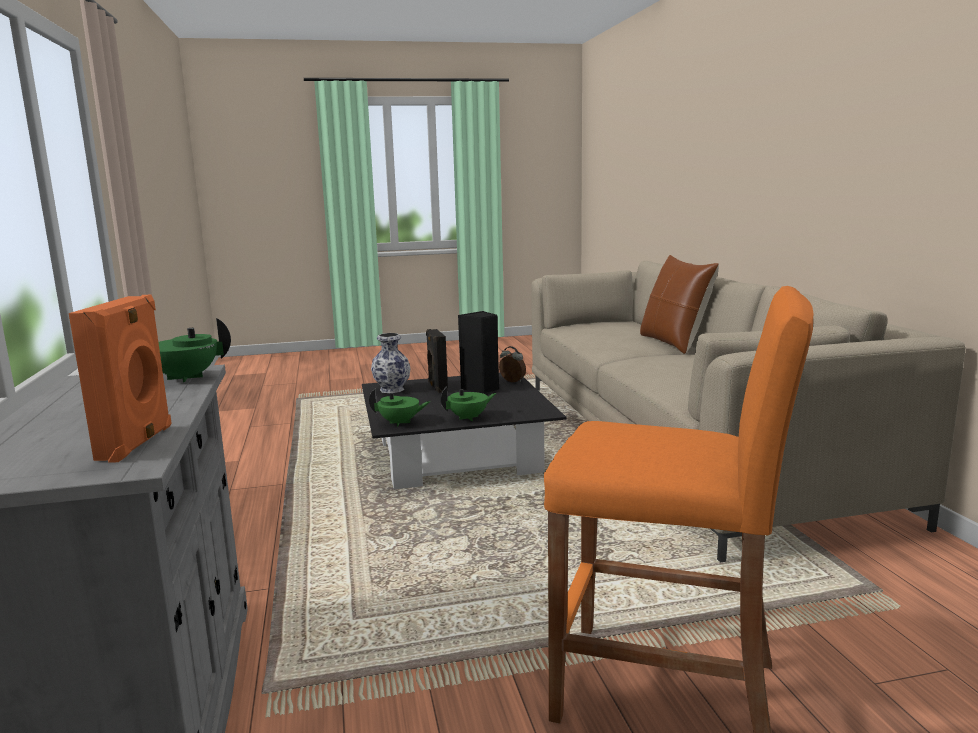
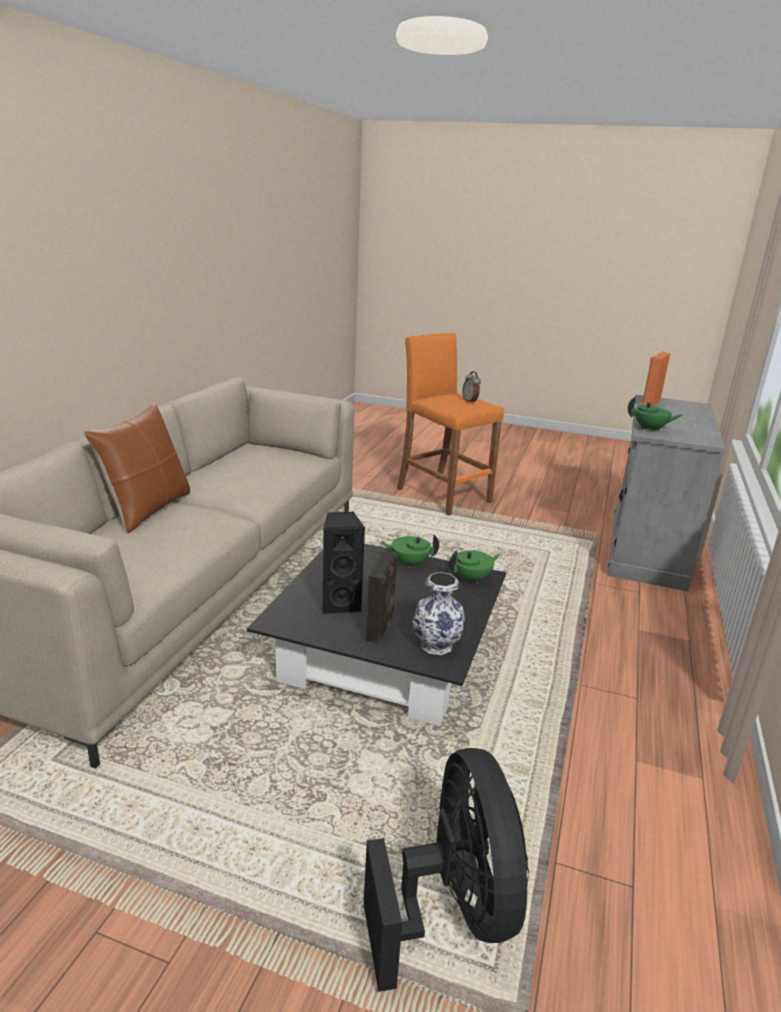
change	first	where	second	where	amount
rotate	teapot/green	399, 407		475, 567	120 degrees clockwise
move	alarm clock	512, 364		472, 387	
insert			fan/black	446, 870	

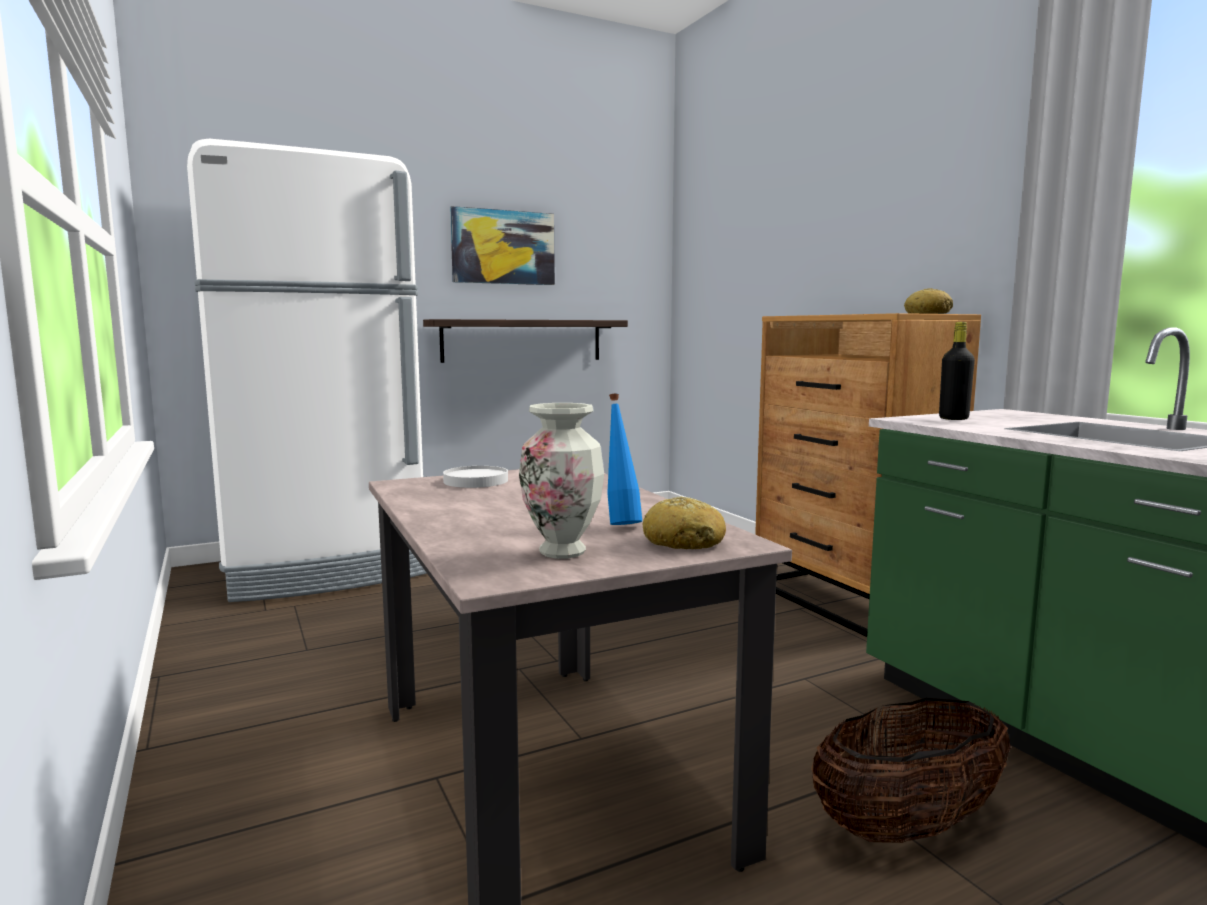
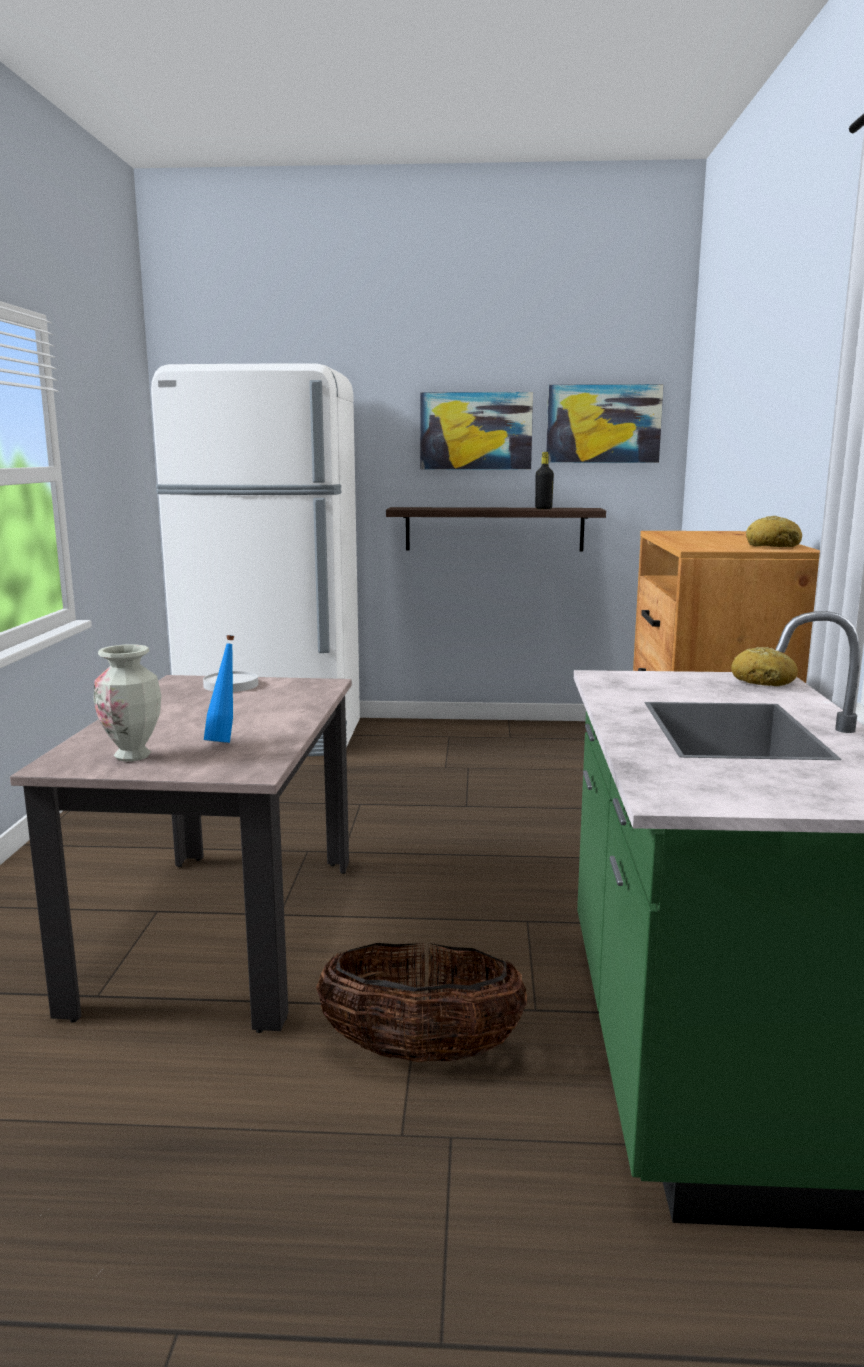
change	first	where	second	where	amount
move	bread	684, 522		764, 666	
move	bottle/black	957, 371		544, 480	
insert			picture	605, 423	

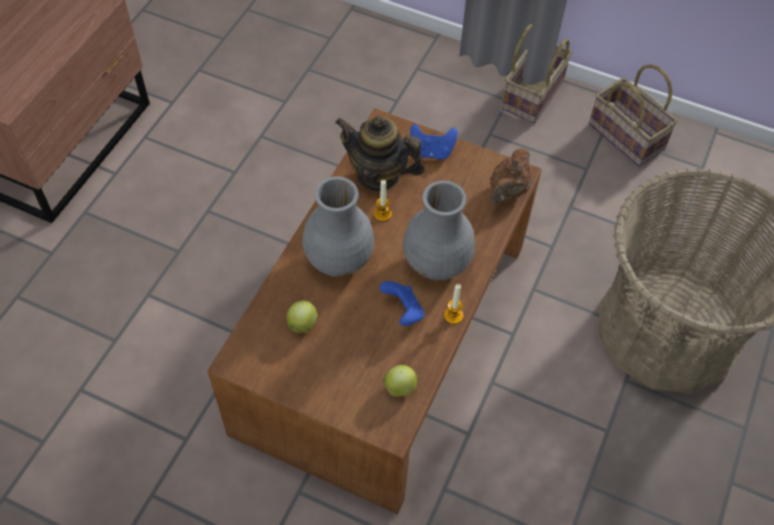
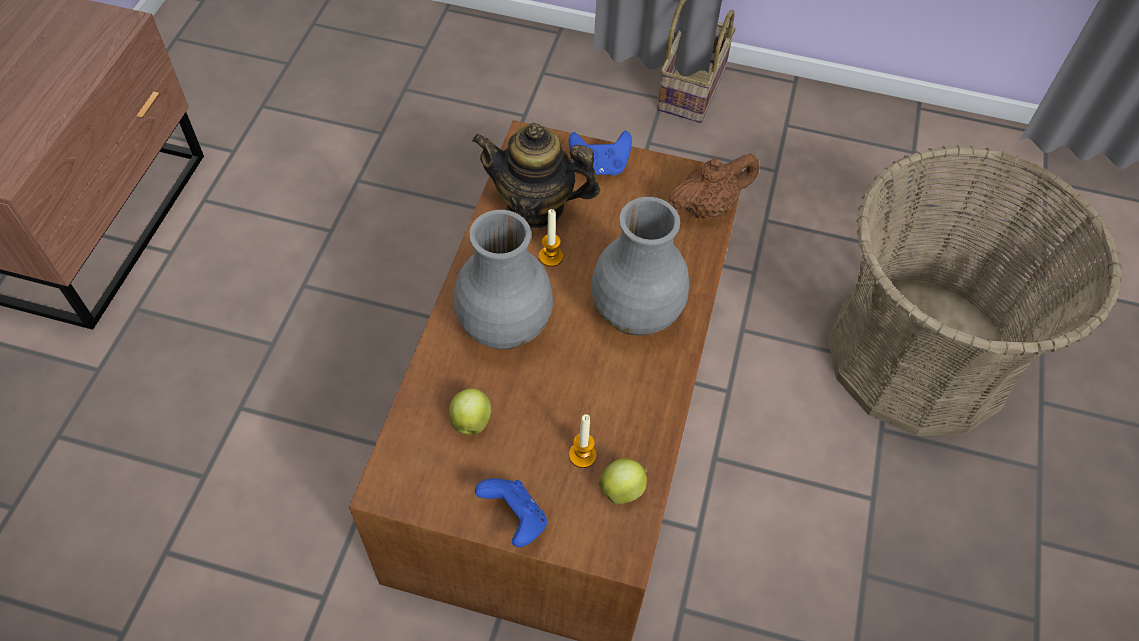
change	first	where	second	where	amount
move	game controller/blue	401, 303		511, 512	
move	candle	453, 304		583, 441	
rotate	teapot/brown	510, 176		714, 186	135 degrees counterclockwise
delete	basket	633, 115			

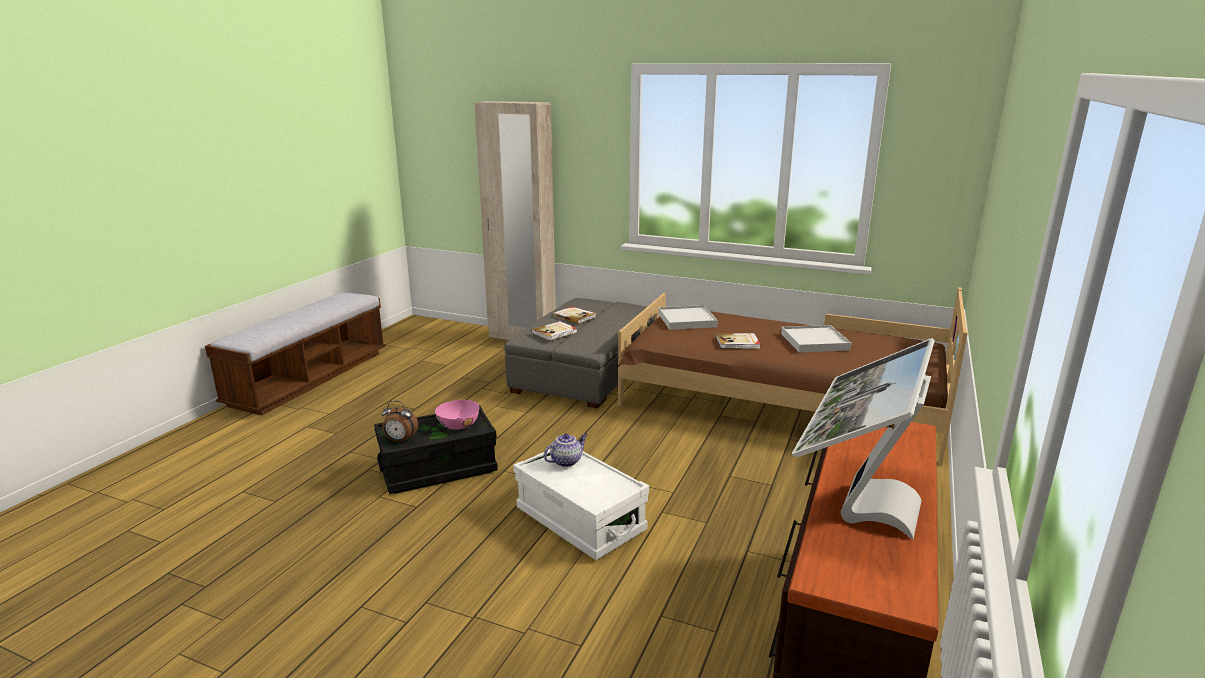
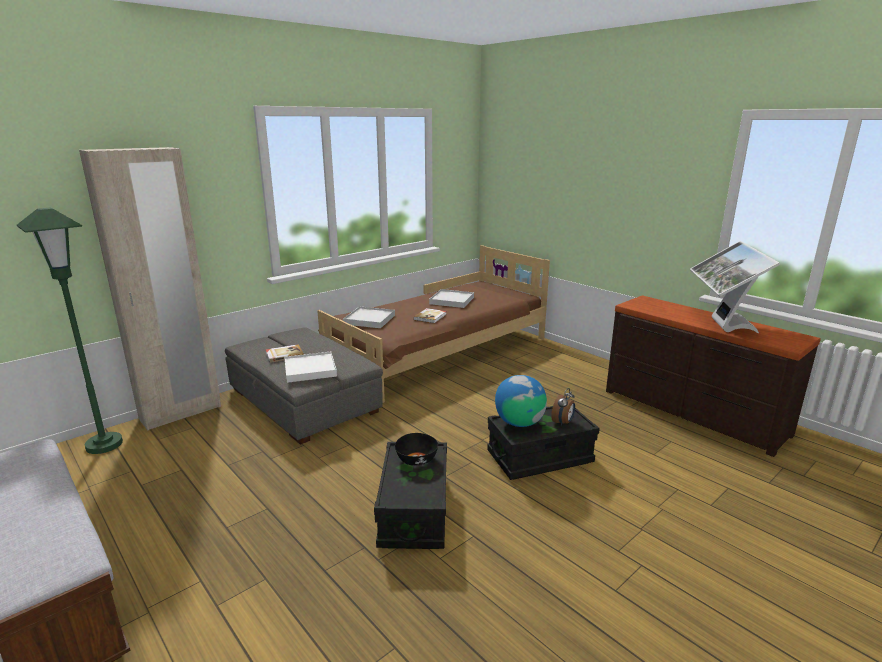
change	first	where	second	where	amount
move	alarm clock	400, 421		563, 407	
recolor	bowl/pink	457, 415	bowl/black	416, 449	
recolor	storage box/white	581, 504	storage box/black	543, 443	
replace	book	554, 331	tray/white	310, 367	
replace	teapot	566, 450	globe	521, 401	
rotate	monitor	863, 438		735, 287	45 degrees clockwise
insert			floor lamp/green	70, 330	

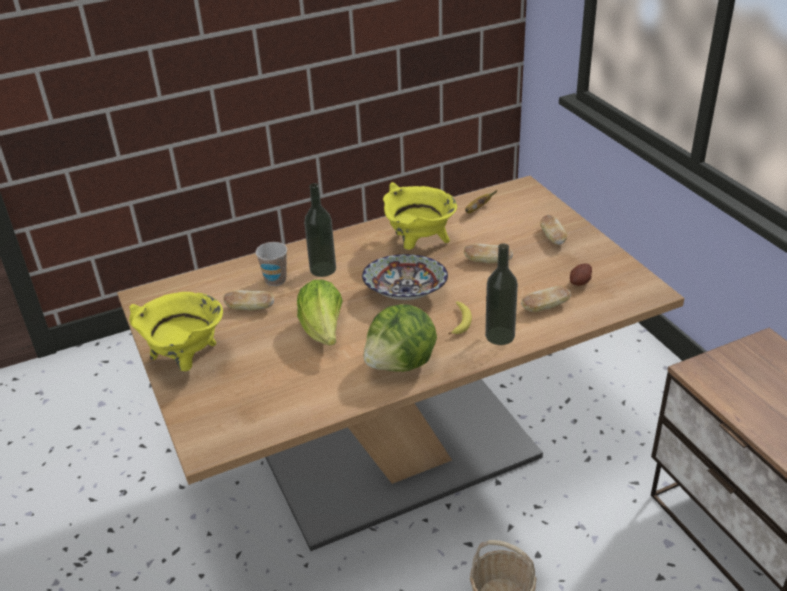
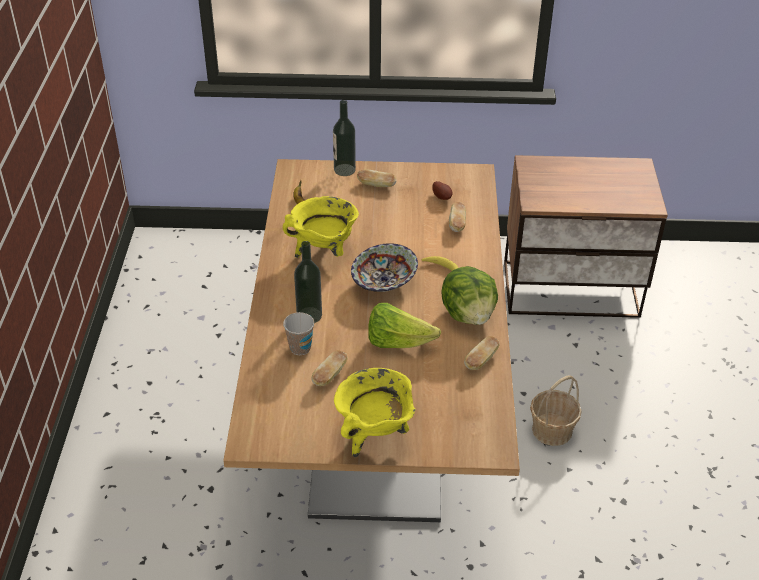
change	first	where	second	where	amount
move	bread	488, 254		482, 353	
move	bottle	501, 294		344, 138	

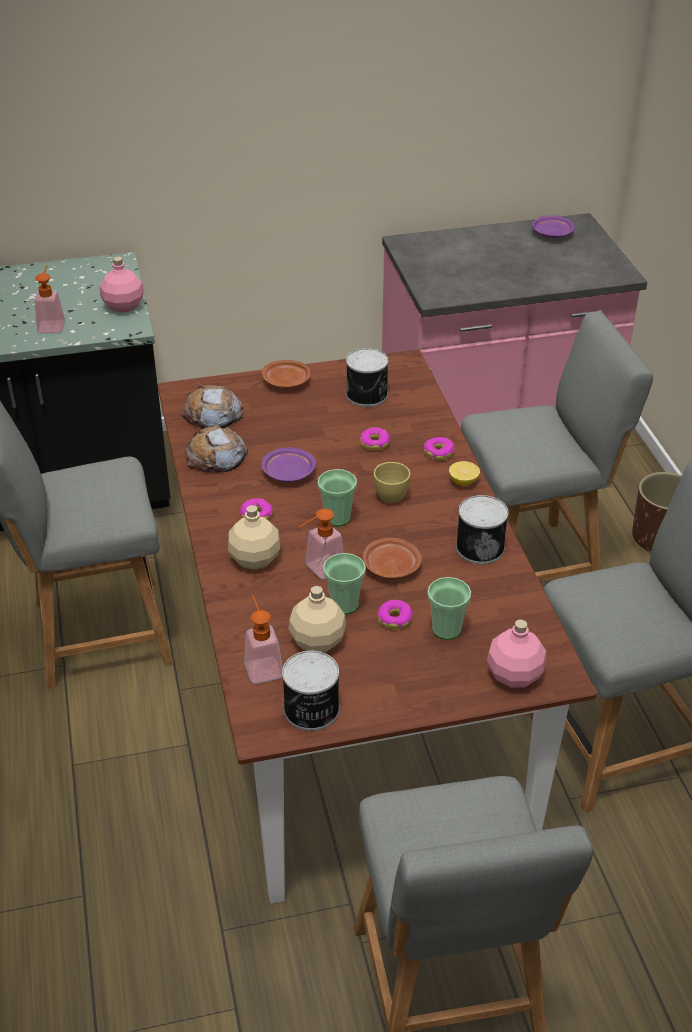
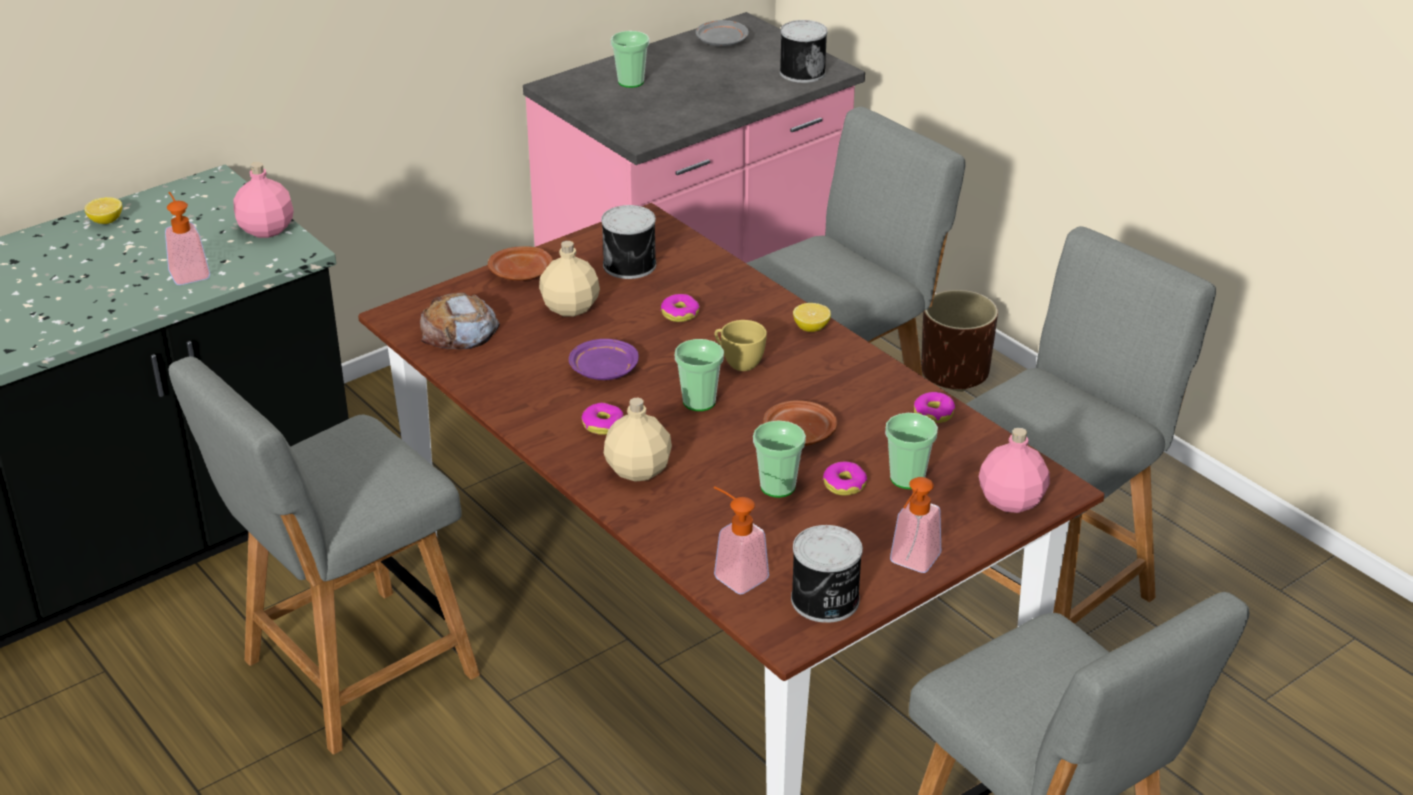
change	first	where	second	where	amount
delete	bread	216, 449			
move	bottle/beige	317, 619		569, 279	
move	soap dispenser	321, 544		915, 525	
move	donut	439, 448		934, 407	
move	can	482, 529		804, 51	
recolor	plate/purple	553, 226	plate/grey	722, 33	
insert			lemon	103, 210	
insert			cup	630, 59	

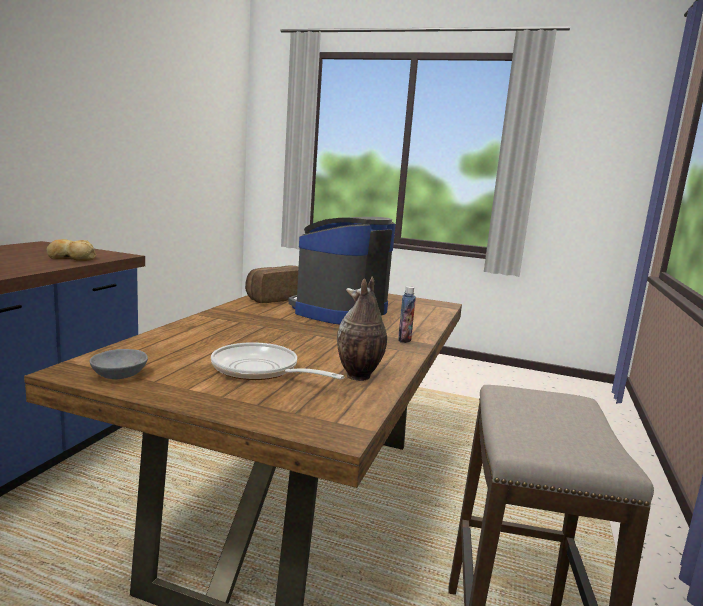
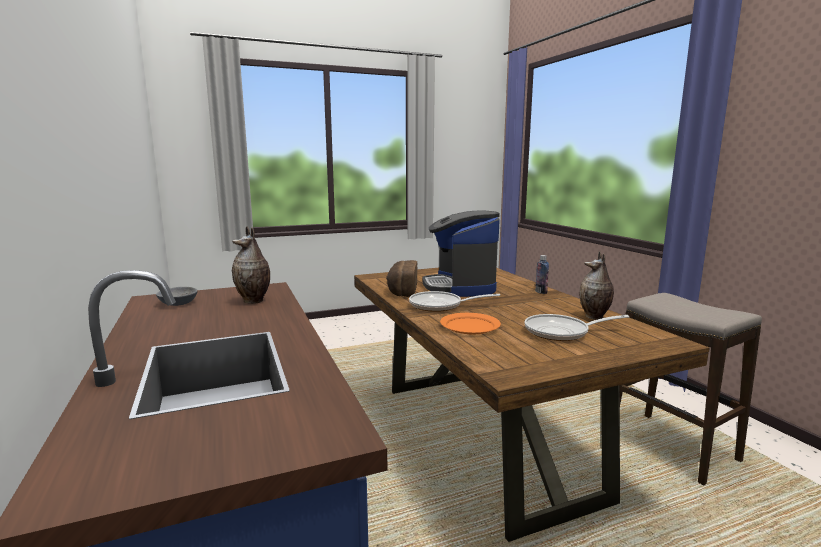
change	first	where	second	where	amount
replace	bread	72, 250	vase	251, 265	
move	bowl/grey	119, 364		177, 296	
insert			frying pan	454, 301	
insert			plate/orange	470, 323	

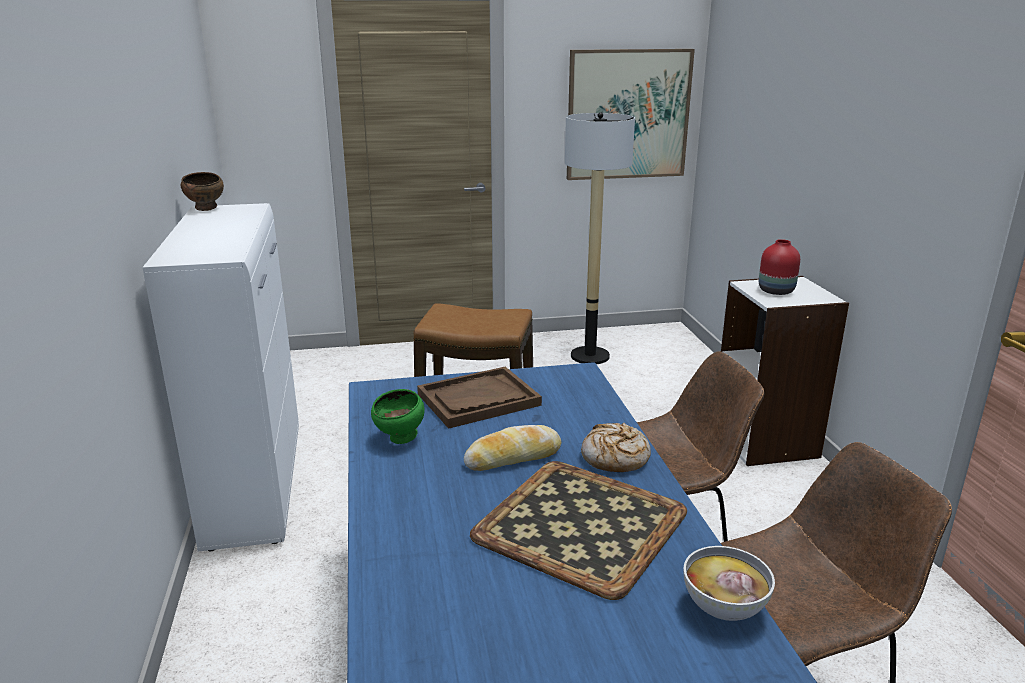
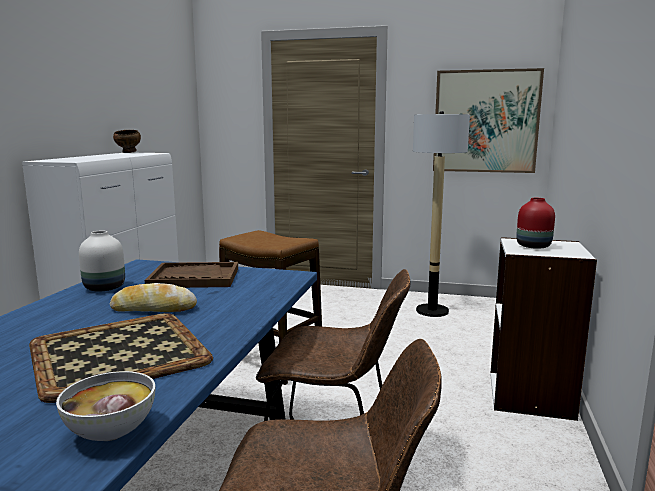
change	first	where	second	where	amount
replace	bowl/green	397, 416	vase/white	102, 260	
delete	bread	616, 447			

